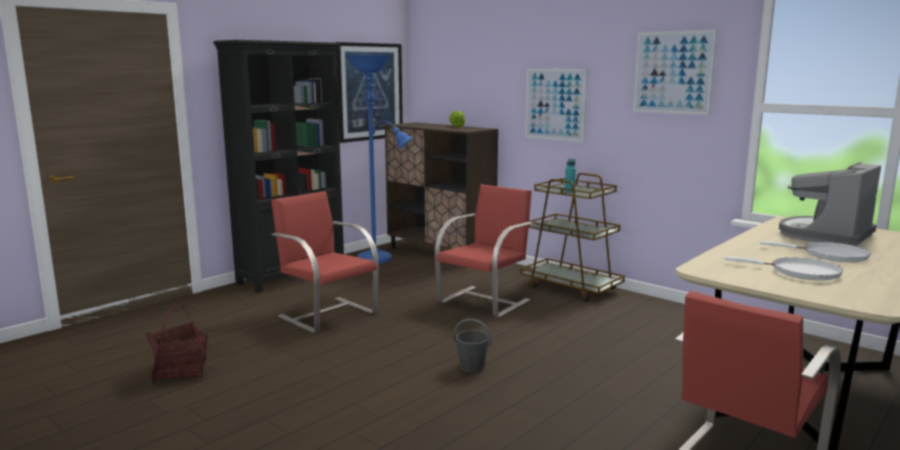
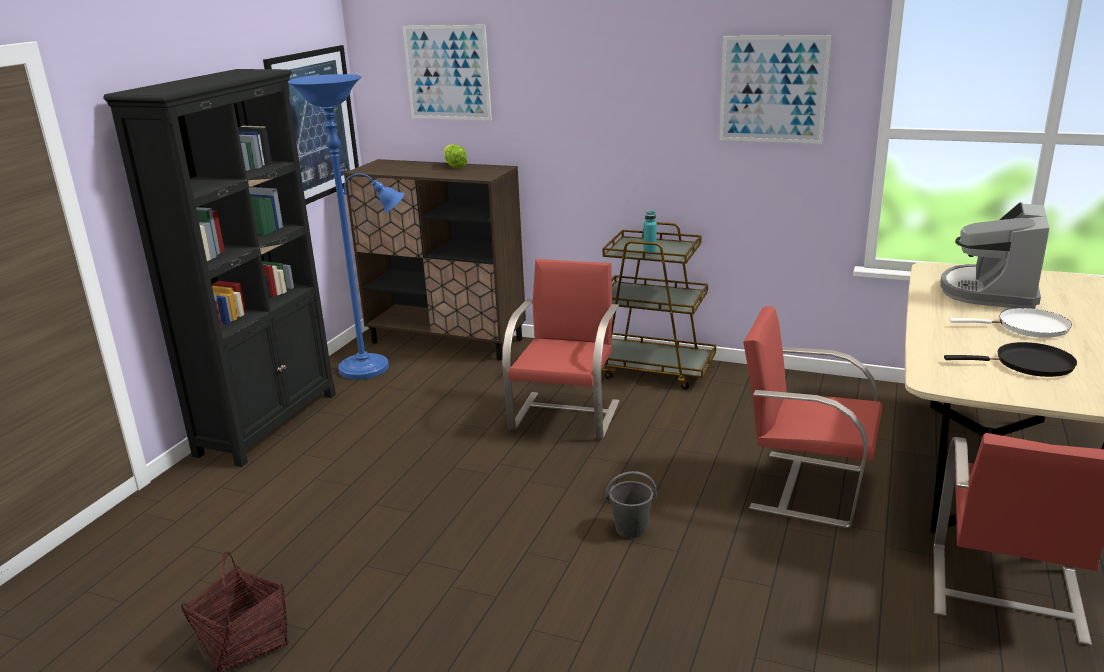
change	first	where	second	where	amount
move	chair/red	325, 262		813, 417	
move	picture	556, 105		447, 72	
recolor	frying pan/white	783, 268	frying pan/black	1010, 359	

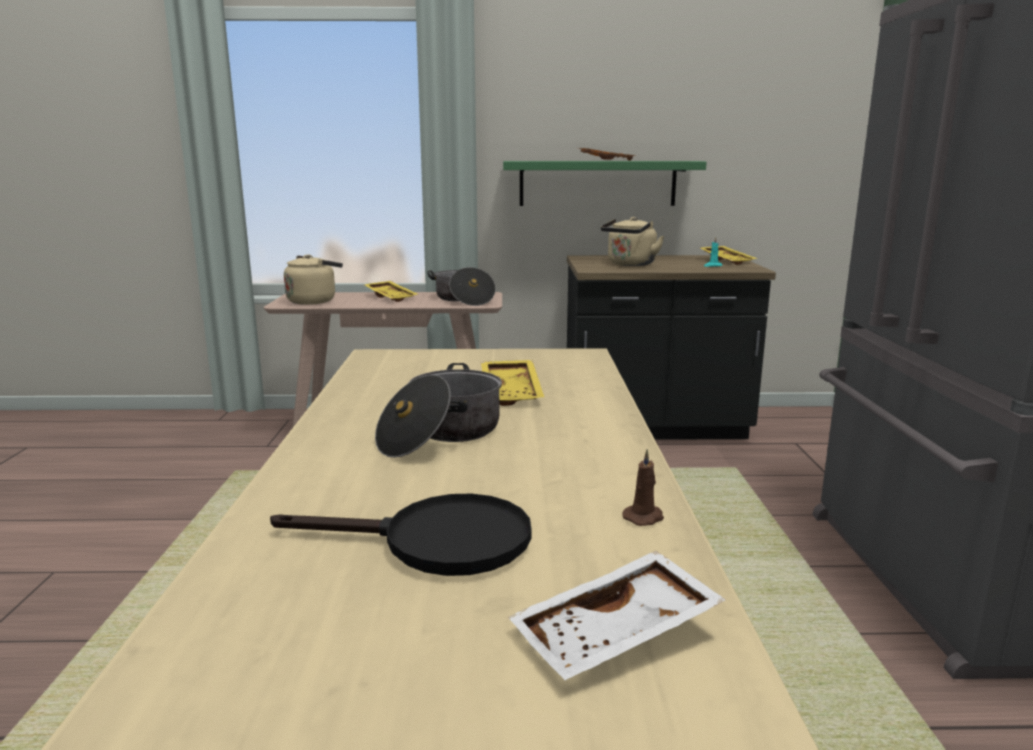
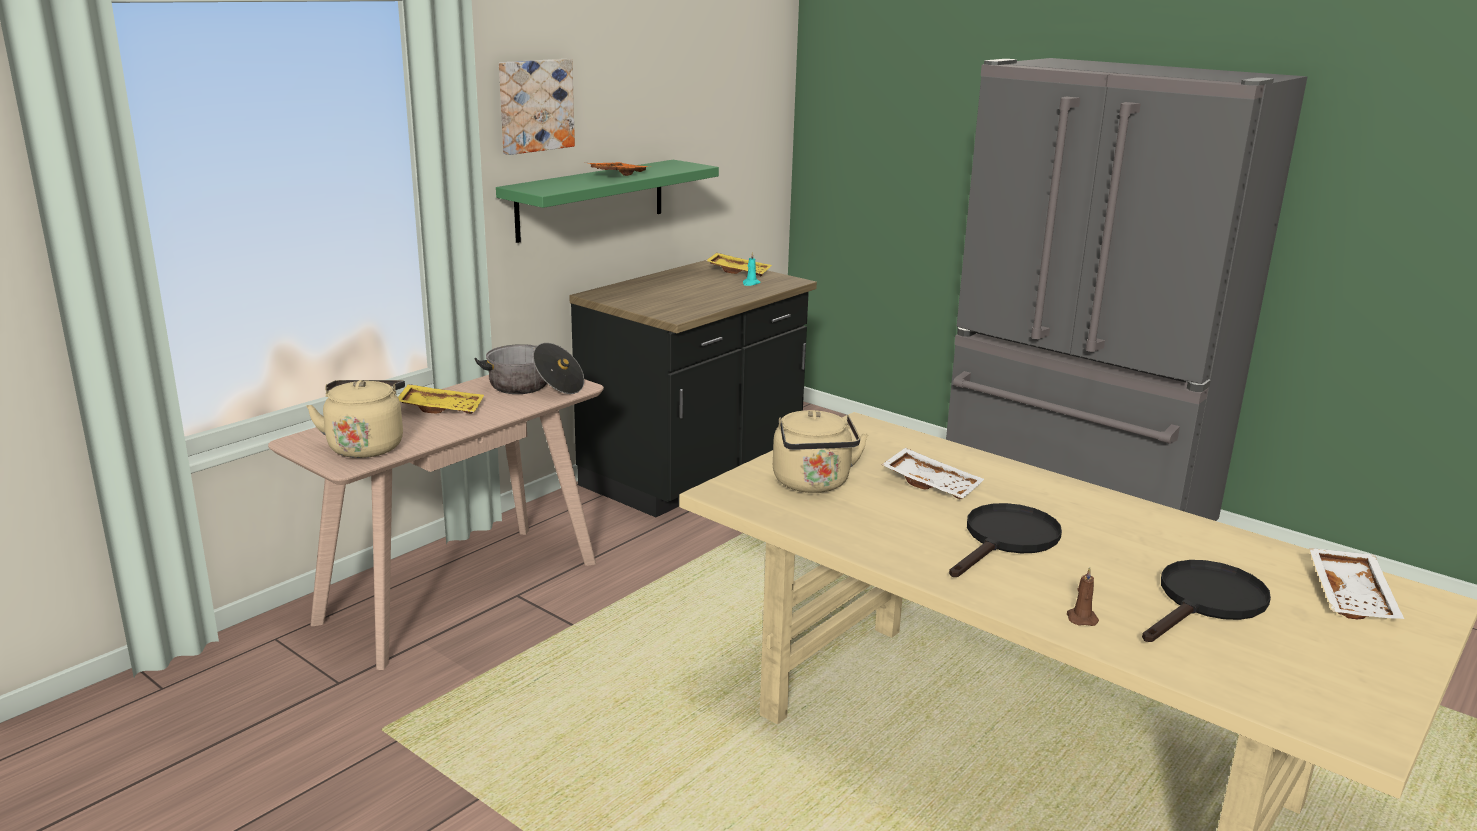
change	first	where	second	where	amount
replace	cooking pot	438, 410	frying pan/black	1005, 540	
recolor	tray/yellow	512, 383	tray/white	933, 473	
move	kettle/beige	632, 241		820, 451	
move	candle/brown	643, 487		1083, 596	
insert			picture	537, 107	

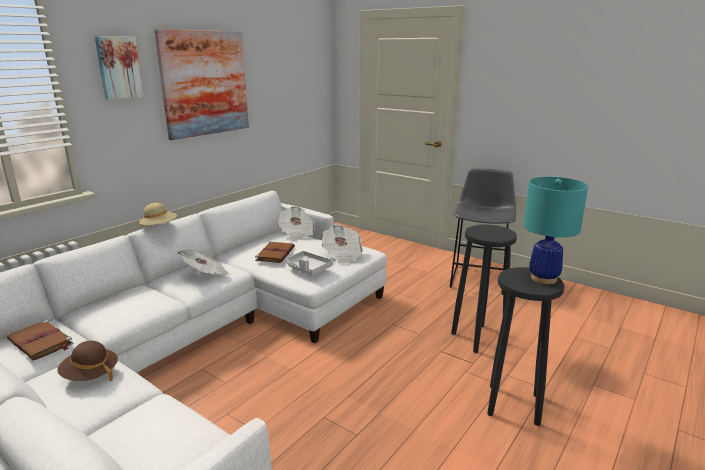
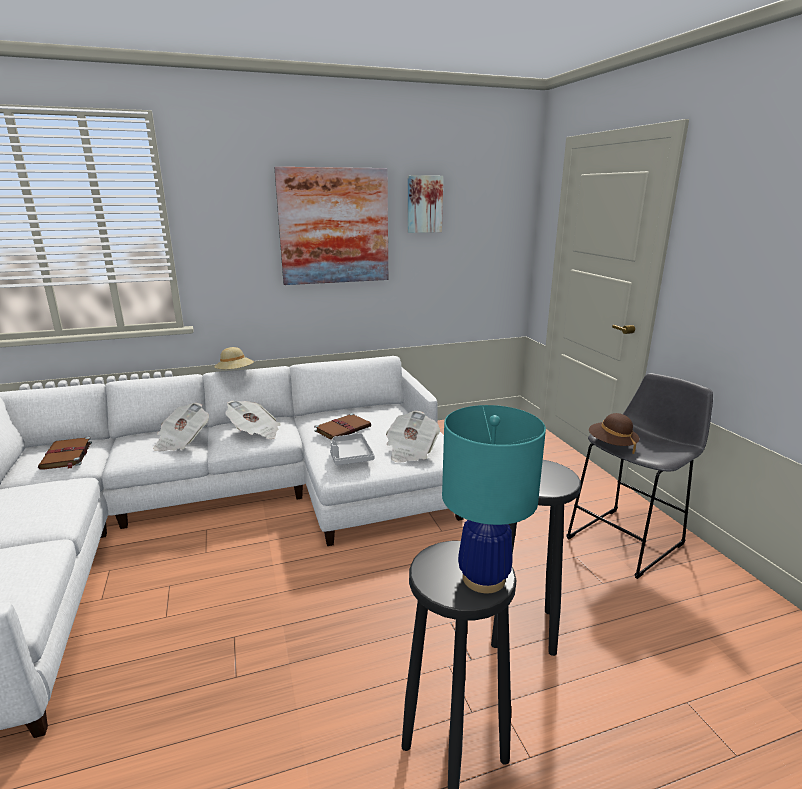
change	first	where	second	where	amount
move	hat/brown	87, 361		614, 433	
move	picture	119, 68		425, 204	
move	newspaper	296, 223		181, 427	

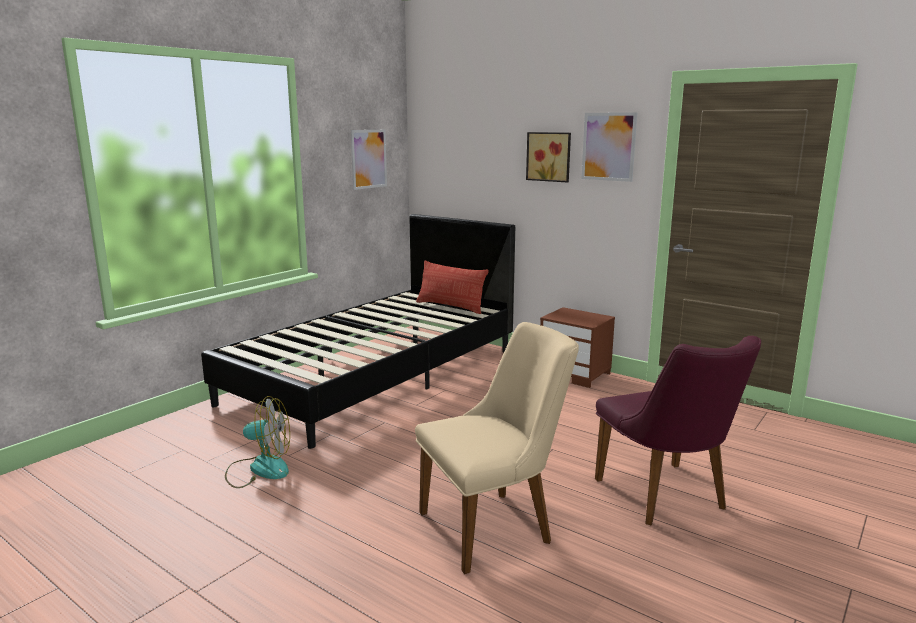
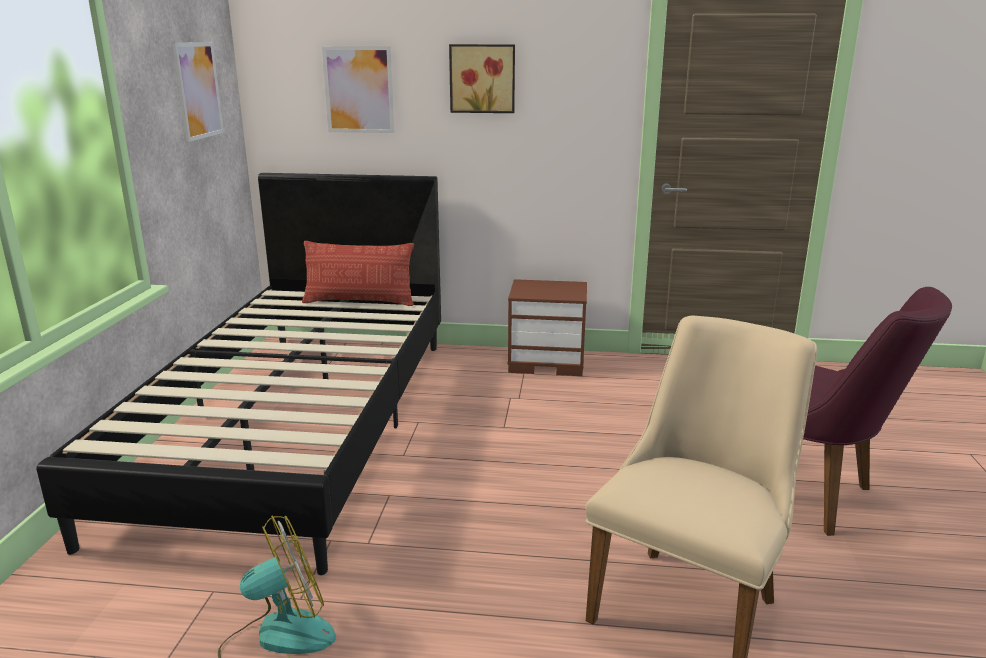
change	first	where	second	where	amount
move	picture	609, 147		358, 89	

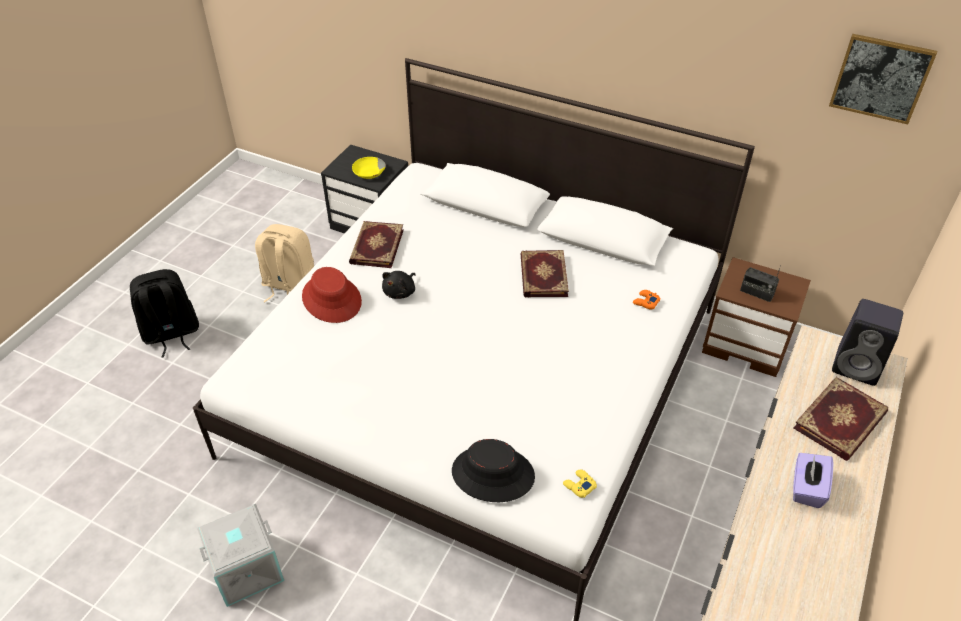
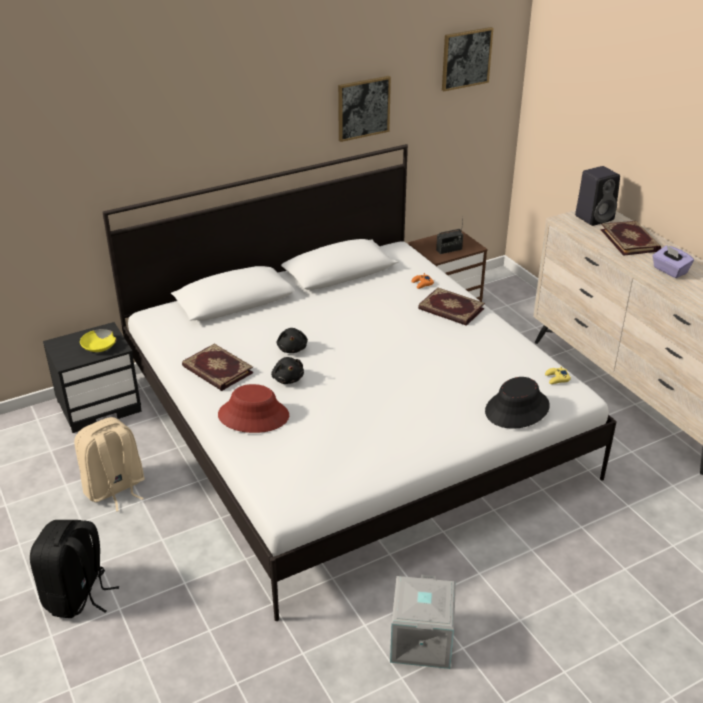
change	first	where	second	where	amount
move	book	545, 273		451, 307	
insert			plush toy/black	292, 340	
insert			picture	364, 109	

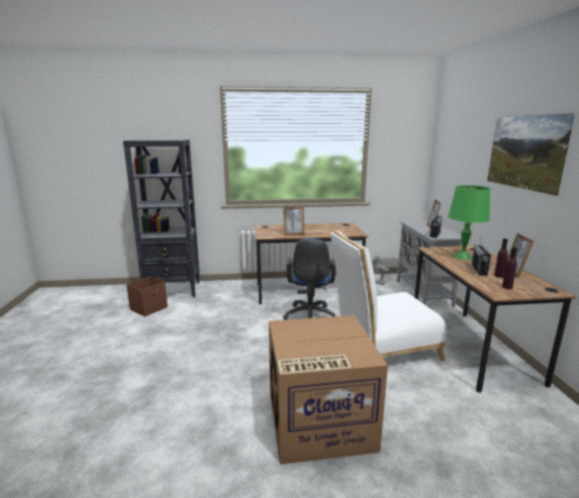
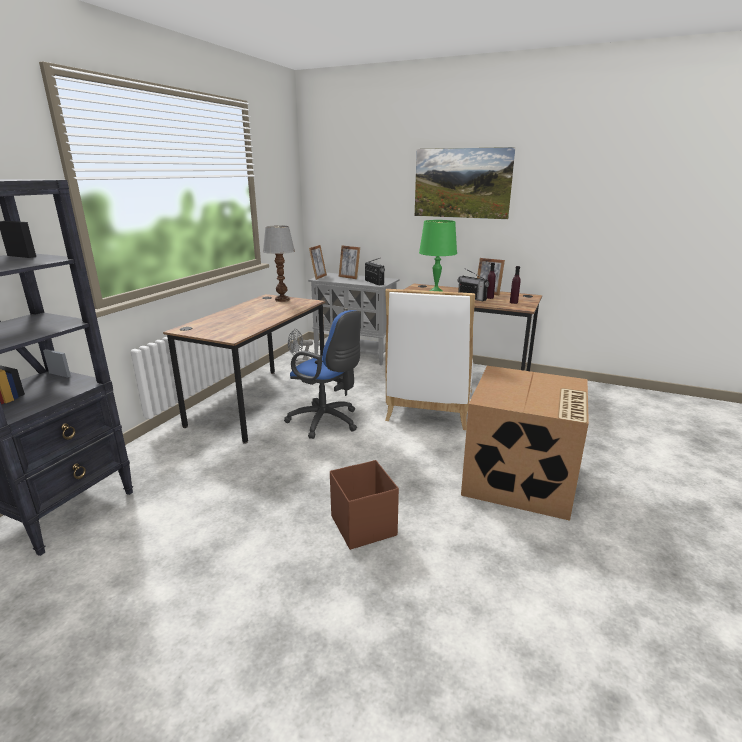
change	first	where	second	where	amount
move	storage box/brown	147, 296		364, 505	
move	picture frame	294, 221		318, 262	
insert			table lamp	279, 263	

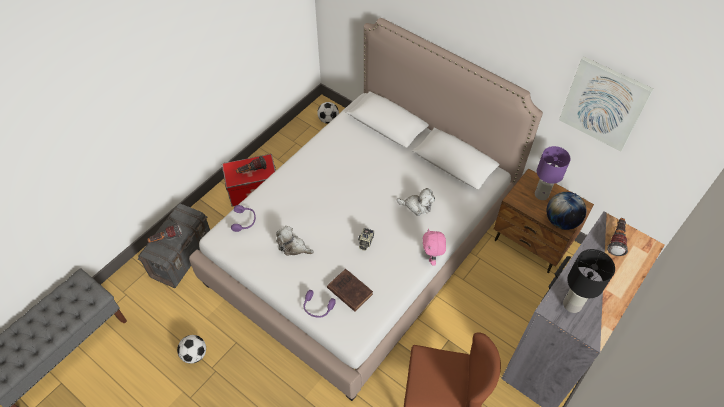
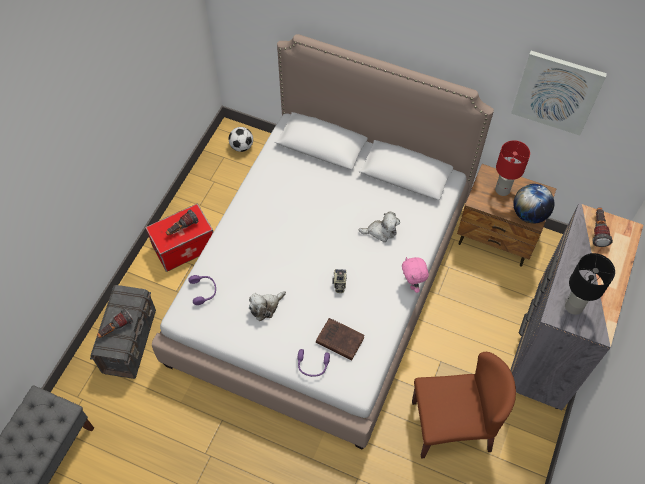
change	first	where	second	where	amount
delete	football	191, 349			
rotate	plush toy	295, 241		267, 306	45 degrees counterclockwise
recolor	table lamp/purple	553, 173	table lamp/red	512, 168	

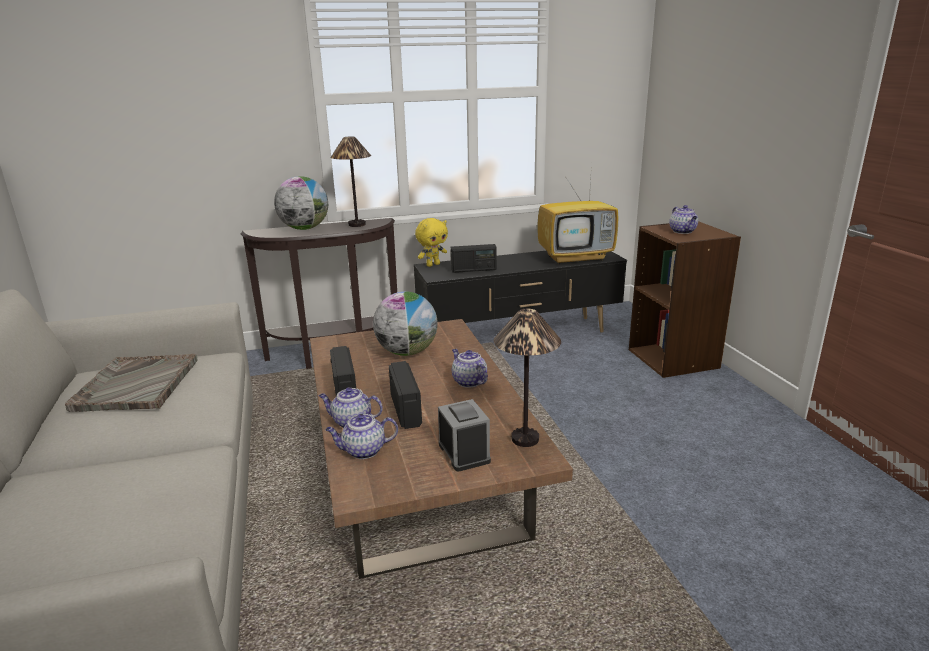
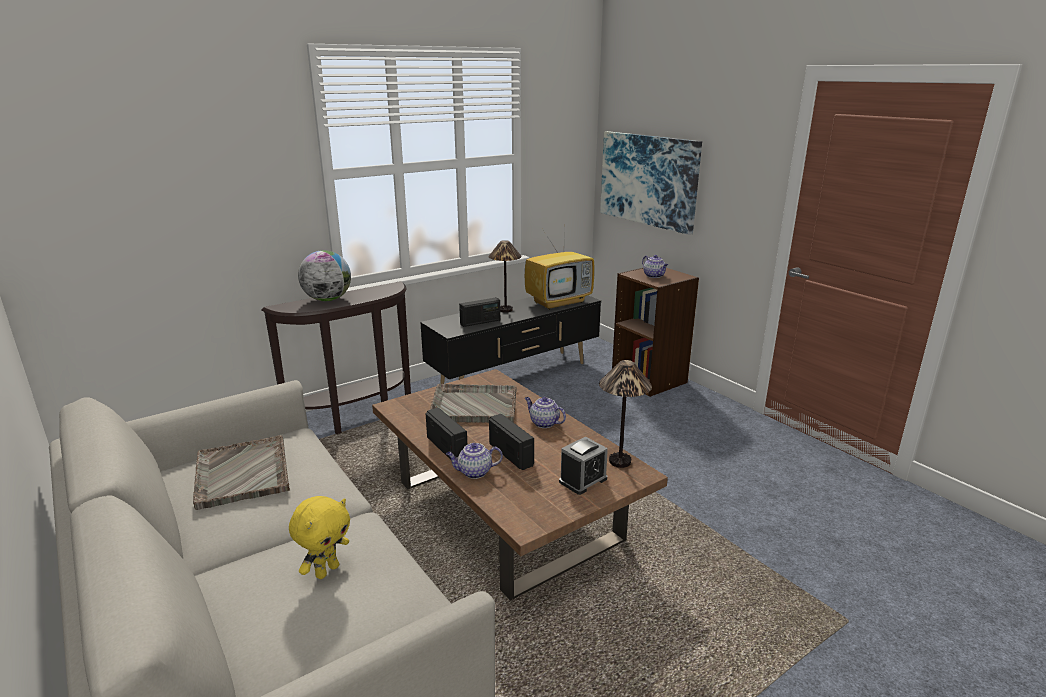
change	first	where	second	where	amount
delete	teapot	361, 436			
move	table lamp	350, 182		505, 276	
replace	globe	405, 323	tray/grey	473, 403	
move	plush toy/yellow	431, 242		319, 537	
rotate	alarm clock	464, 435		583, 466	90 degrees clockwise
insert			picture	651, 183	

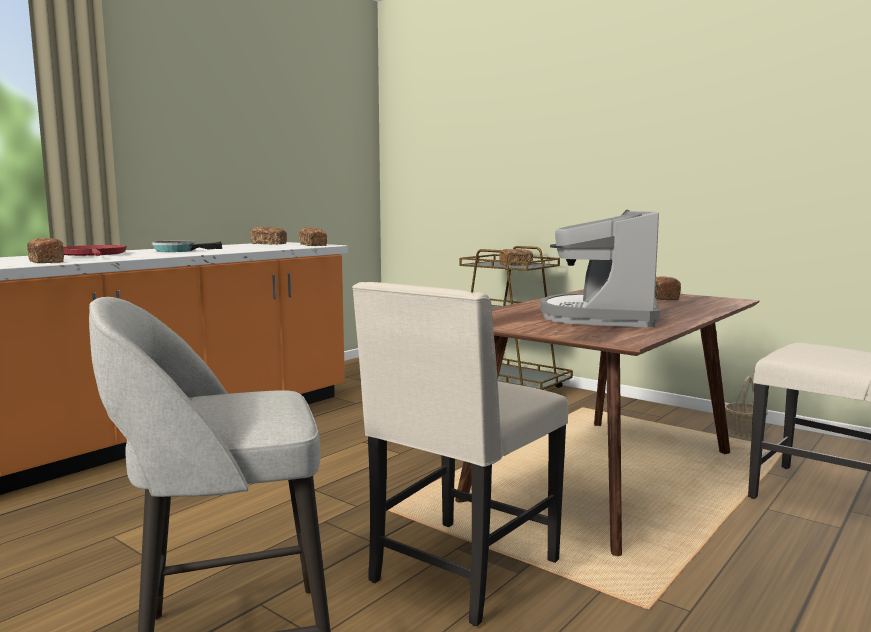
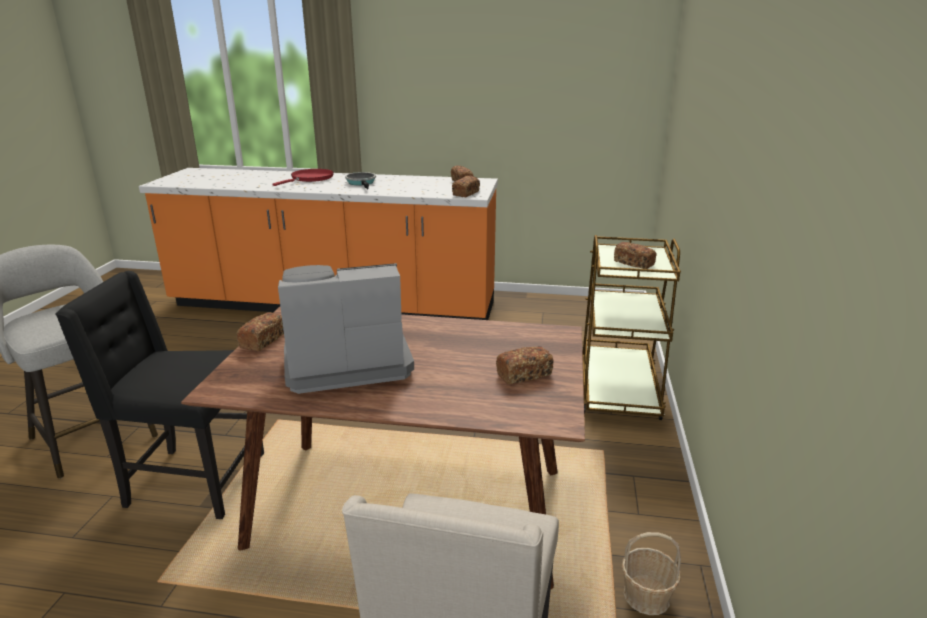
change	first	where	second	where	amount
move	bread	45, 250		260, 331	
recolor	chair/beige	460, 454	chair/black	159, 395	

